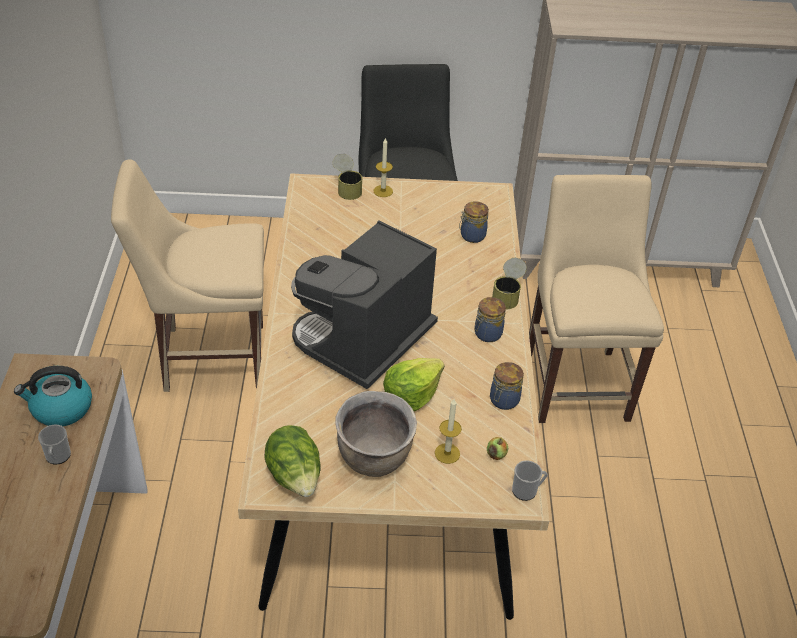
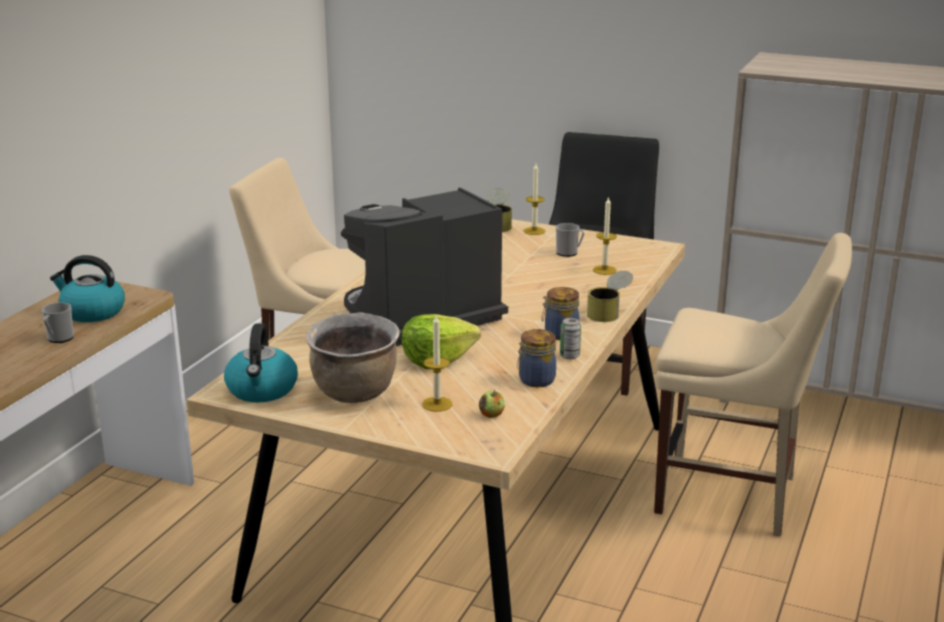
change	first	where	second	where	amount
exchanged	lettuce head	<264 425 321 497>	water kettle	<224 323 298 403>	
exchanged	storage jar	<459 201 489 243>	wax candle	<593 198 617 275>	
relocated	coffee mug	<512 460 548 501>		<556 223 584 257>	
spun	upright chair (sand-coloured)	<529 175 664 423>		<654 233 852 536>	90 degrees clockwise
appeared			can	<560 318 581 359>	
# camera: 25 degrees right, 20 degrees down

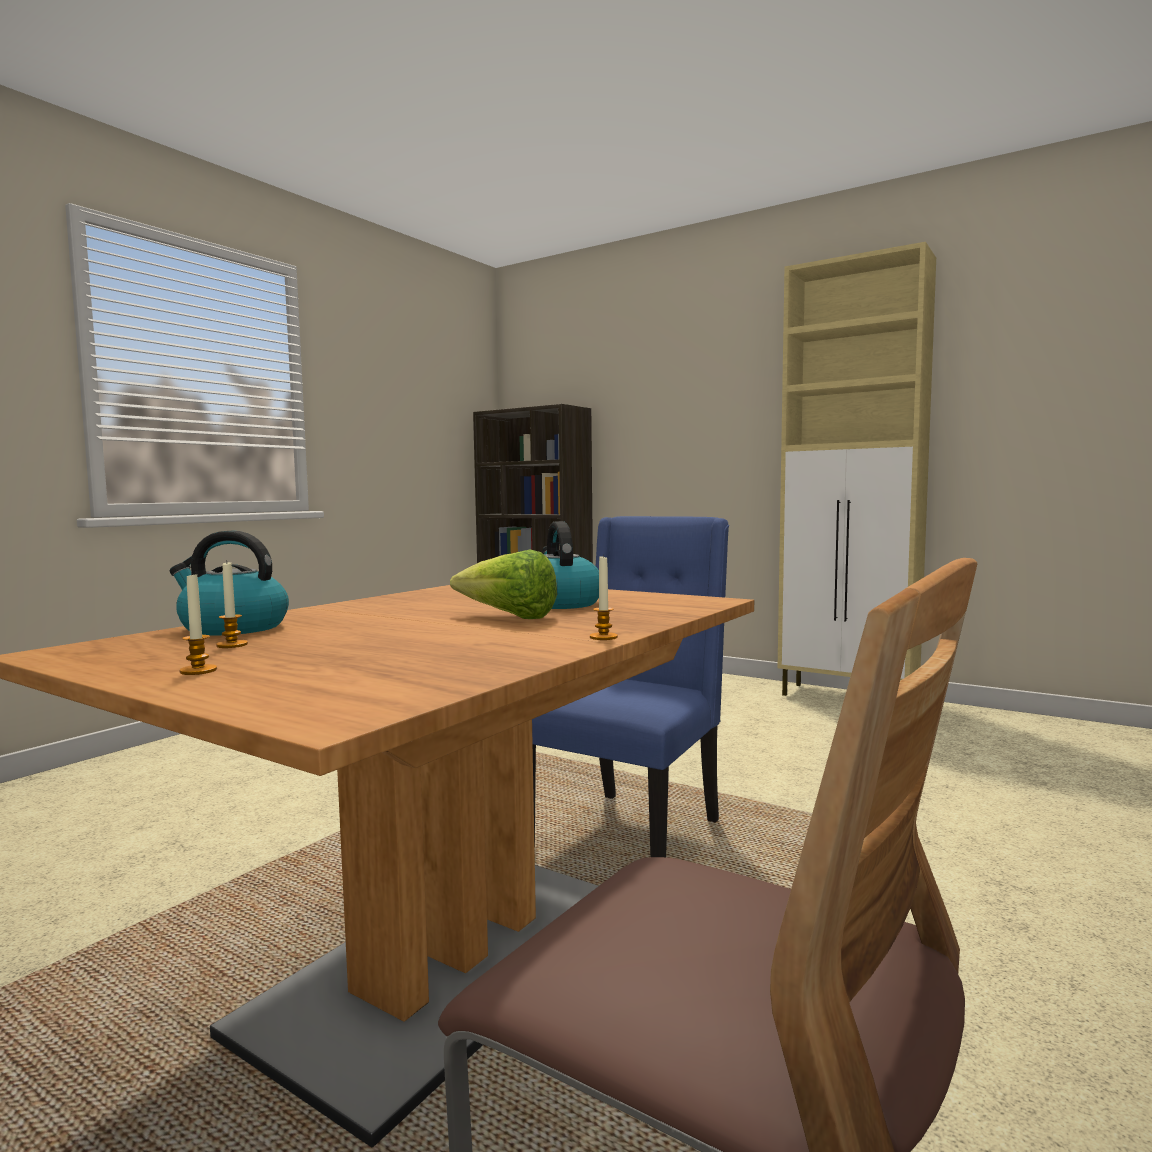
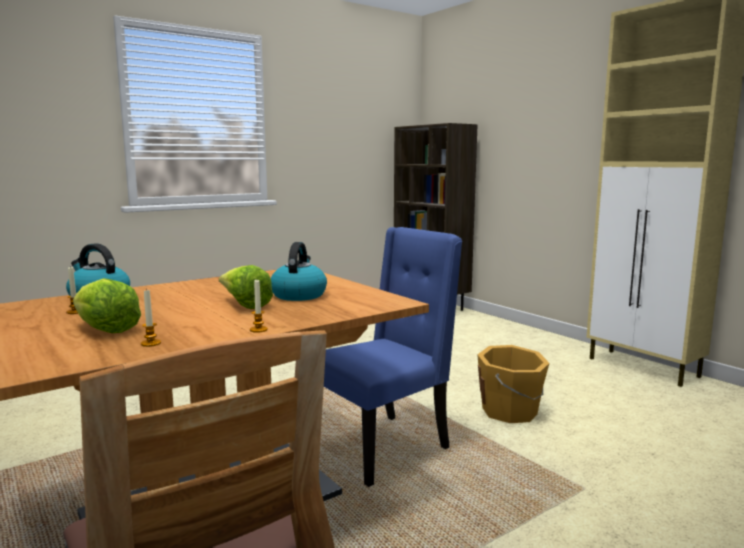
change	first	where	second	where	amount
relocated	wax candle	<179 571 217 675>		<141 288 161 347>	
appeared			lettuce head	<73 278 141 333>	
appeared			bucket (orange-coloured)	<477 345 549 423>	
# camera: 20 degrees right, 5 degrees up

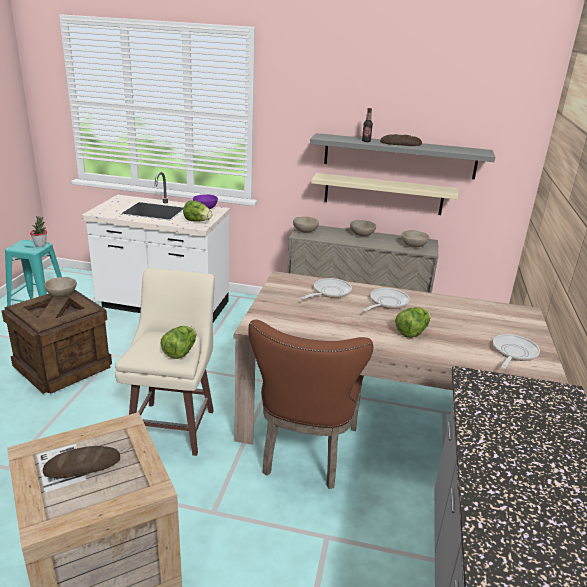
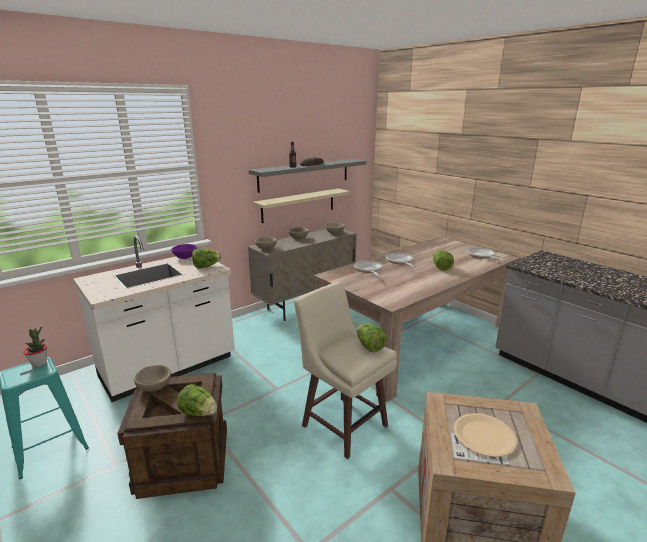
change	first	where	second	where	amount
exchanged	baked bread	<43 446 120 478>	flat dish (sand-coloured)	<454 413 517 457>	
missing	upright chair (brown-coloured)	<248 320 373 489>			
appeared			lettuce head	<177 384 217 416>	
# camera: 50 degrees left, 5 degrees down

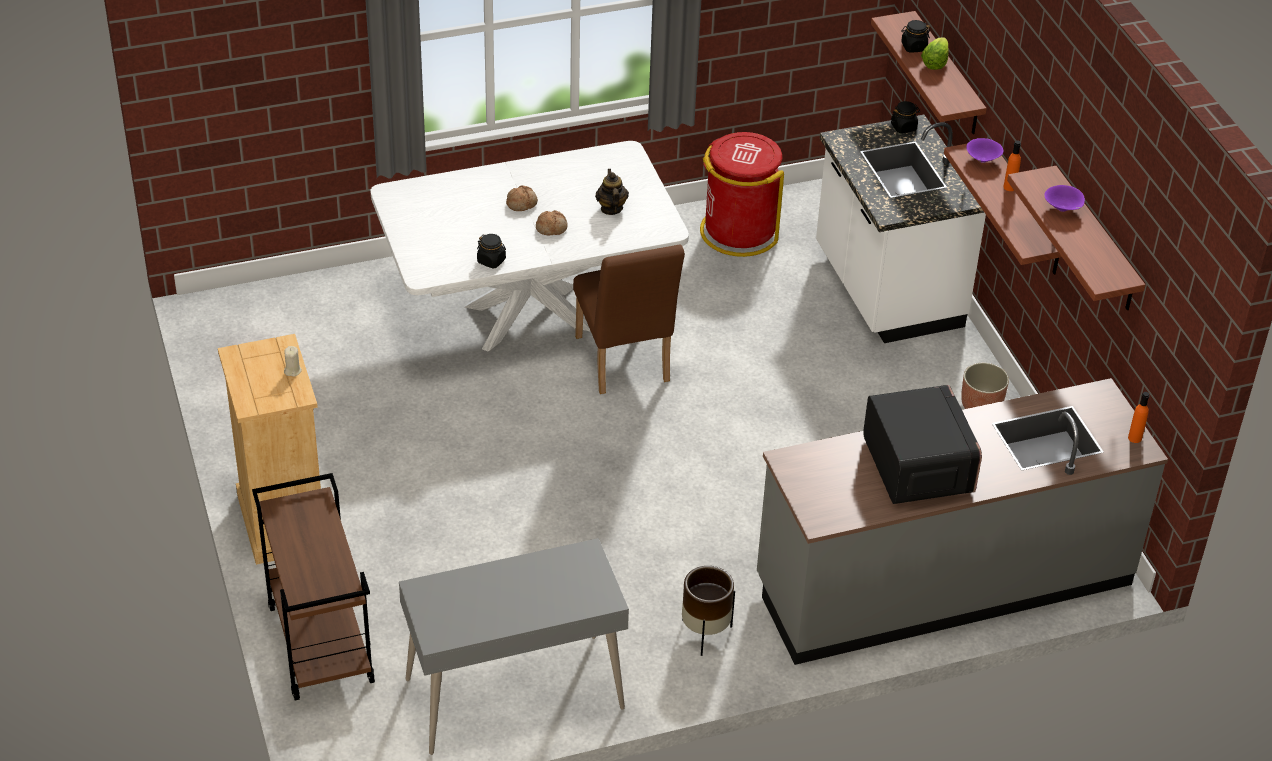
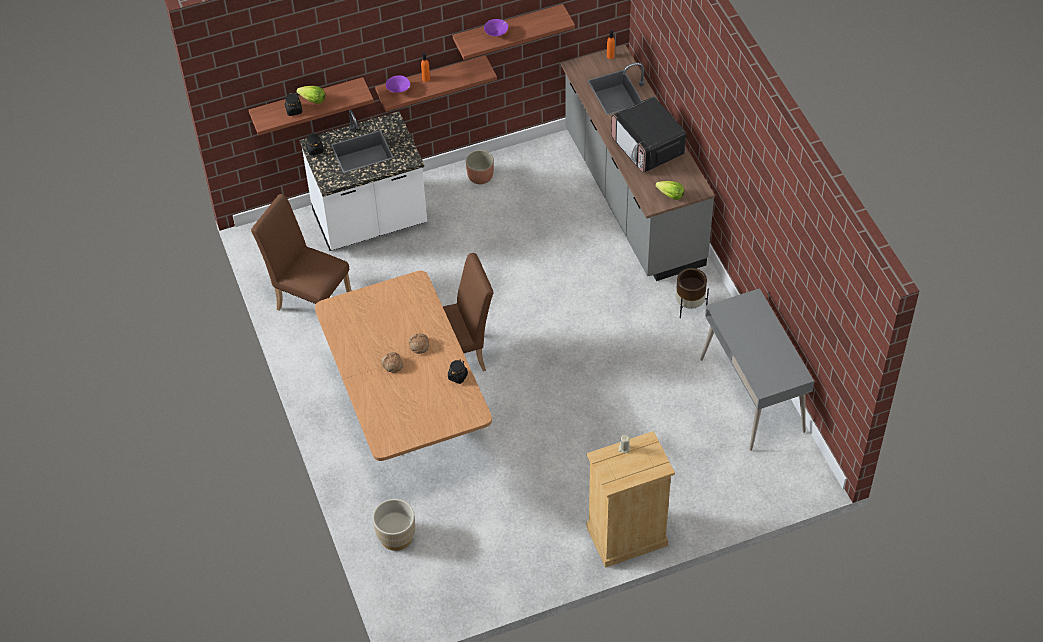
change	first	where	second	where	amount
missing	cart (brown-coloured)	<252 473 375 701>			
colour	dinner table (white)	<370 141 689 352>	dinner table (brown-coloured)	<315 271 492 461>	
missing	tea pot	<595 169 629 215>			
exchanged	waste bin (red-coloured)	<700 132 784 257>	upright chair (brown-coloured)	<251 194 351 310>	
spun	microwave oven	<863 385 982 504>		<611 96 686 173>	105 degrees counterclockwise
appeared			planter (sand-coloured)	<373 499 415 551>	
appeared			lettuce head	<655 181 684 200>	
# camera: 90 degrees left, 10 degrees up

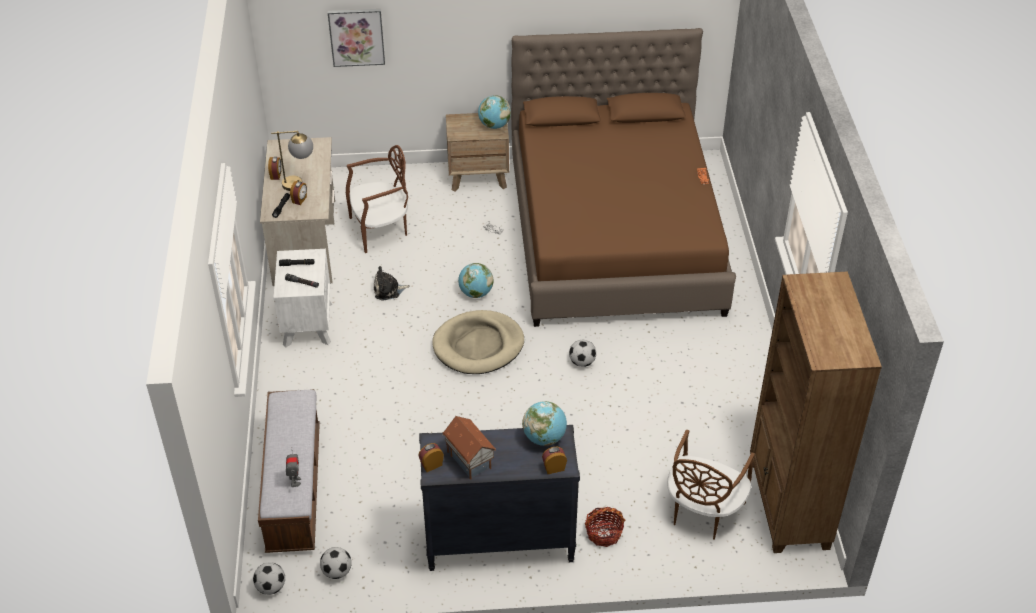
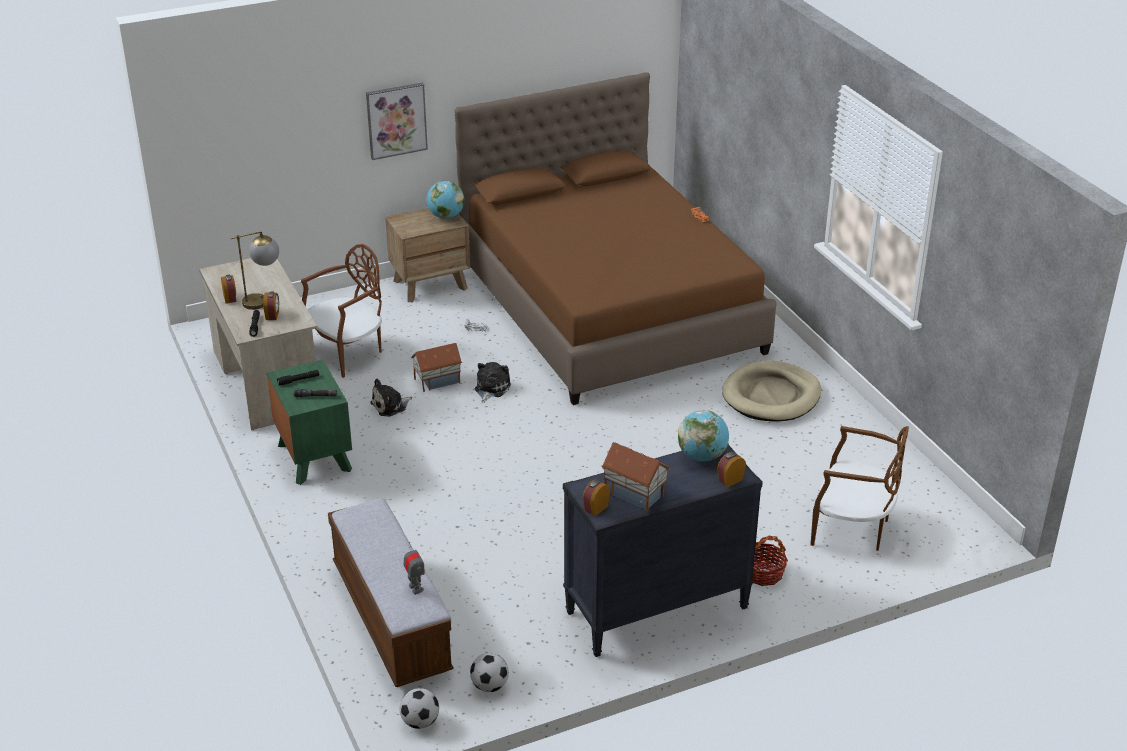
change	first	where	second	where	amount
colour	nightstand (white)	<273 249 332 348>	nightstand (green)	<267 360 352 485>	
relocated	picture	<328 9 385 67>		<366 82 428 160>	
relocated	dog bed (sand-coloured)	<432 310 524 374>		<722 360 821 422>	
exchanged	desk globe	<458 263 493 298>	plush toy	<475 362 511 403>	
missing	football	<569 340 596 367>			
spun	upright chair (brown-coloured)	<667 430 755 540>		<811 426 909 551>	75 degrees counterclockwise
missing	bookcase (brown-coloured)	<750 271 882 553>			
appeared			model house	<411 343 462 392>	
# camera: 20 degrees left, 10 degrees down

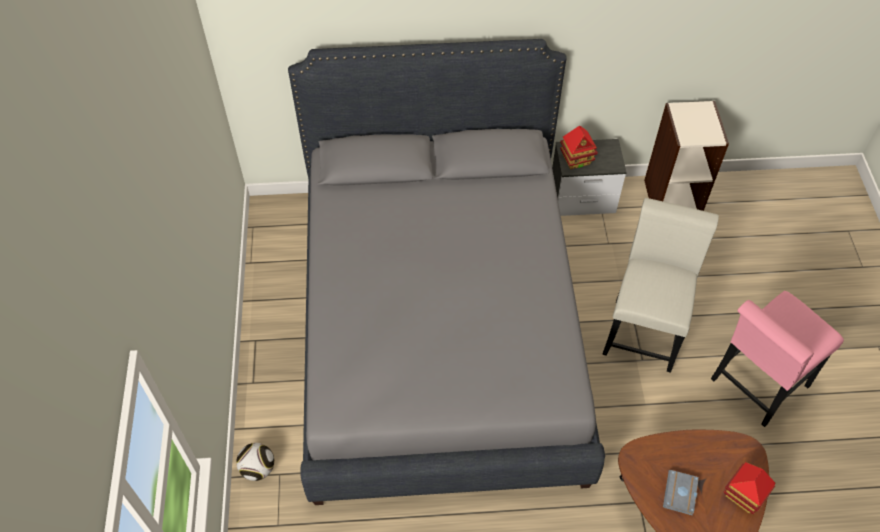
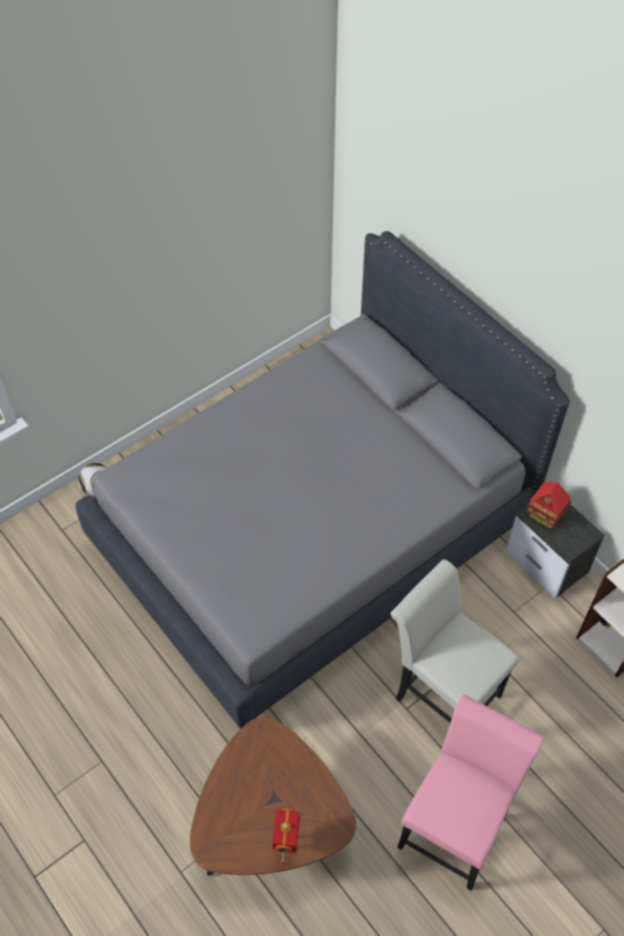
change	first	where	second	where	amount
spun	upright chair (white)	<602 198 719 373>		<390 559 520 723>	120 degrees counterclockwise
missing	volume (grey)	<663 470 699 515>			
spun	upright chair (pink)	<711 291 844 427>		<397 695 544 890>	105 degrees clockwise
exchanged	model house	<723 462 776 515>	model robot	<272 807 300 865>	
# camera: 55 degrees right, 0 degrees up

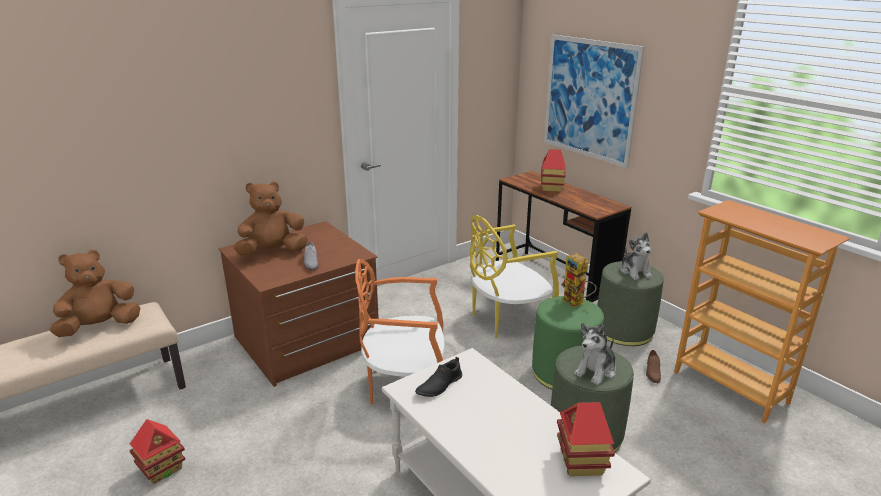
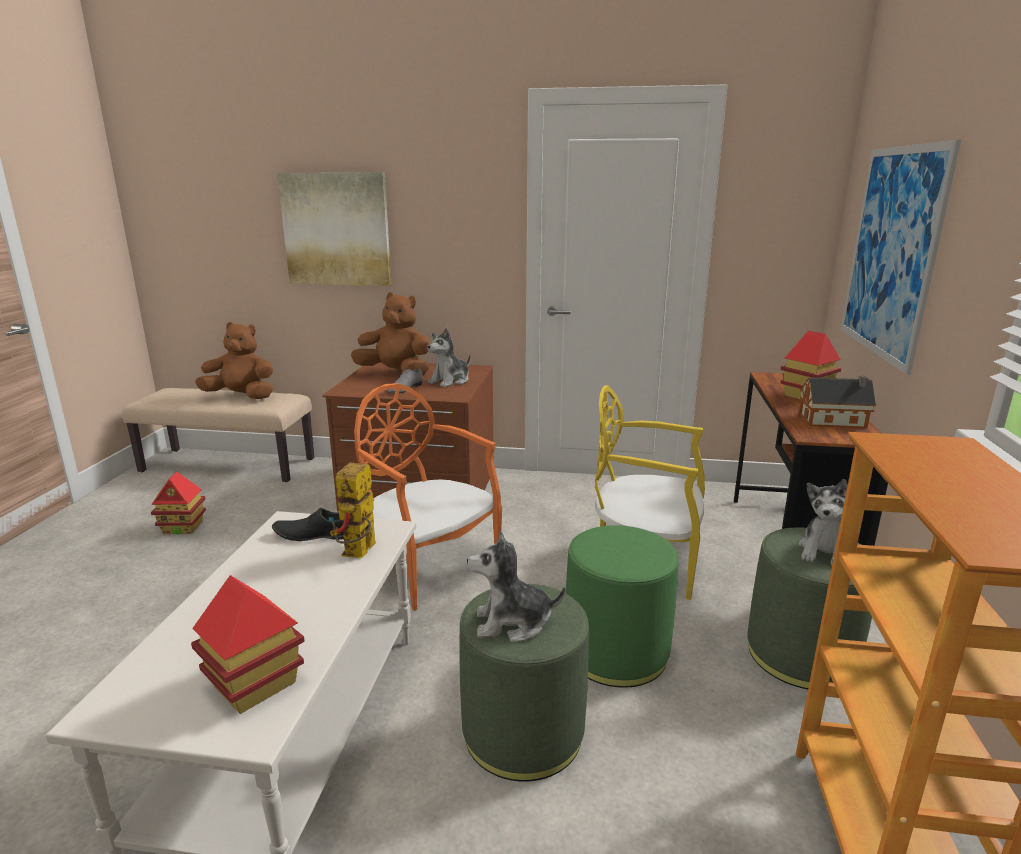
change	first	where	second	where	amount
relocated	model robot	<561 253 597 307>		<329 462 376 558>	
missing	shoe (brown-coloured)	<646 350 661 383>			
appeared			picture	<277 173 392 286>	
appeared			plush toy	<427 328 470 387>	
appeared			model house	<799 375 876 428>	
# camera: 45 degrees right, 5 degrees down

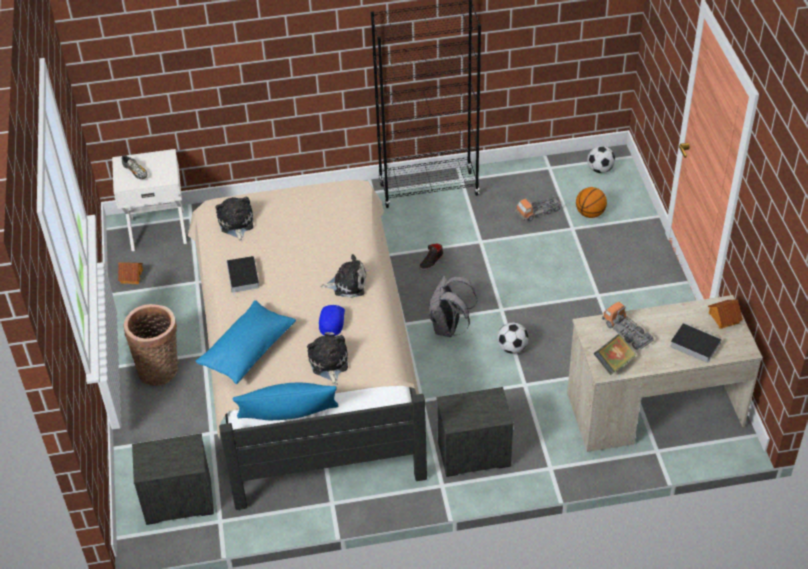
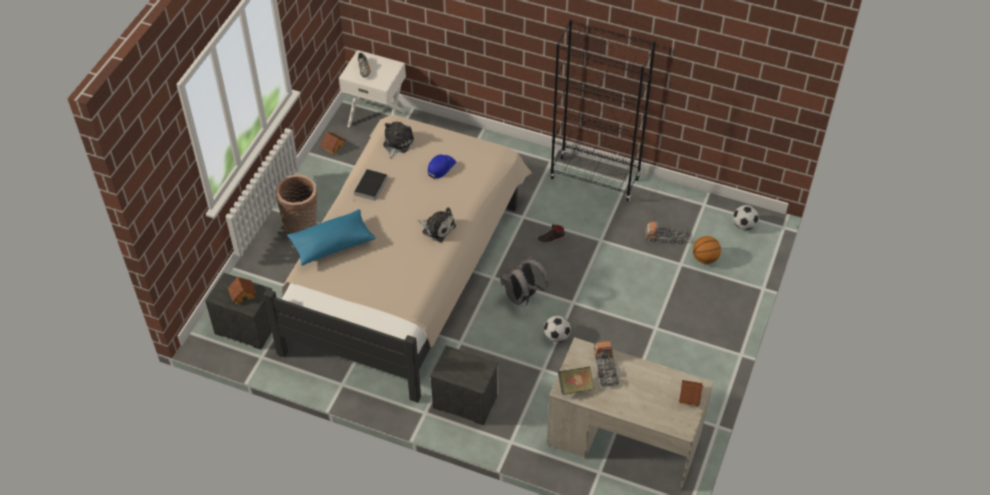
change	first	where	second	where	amount
missing	throw pillow (bluish)	<232 383 339 420>			
missing	plush toy	<307 335 348 385>			
relocated	cap (bluish)	<319 305 345 336>		<428 155 456 178>	
missing	volume	<670 323 721 363>			
appeared			model house	<228 277 256 304>	
# camera: 30 degrees right, 5 degrees up

